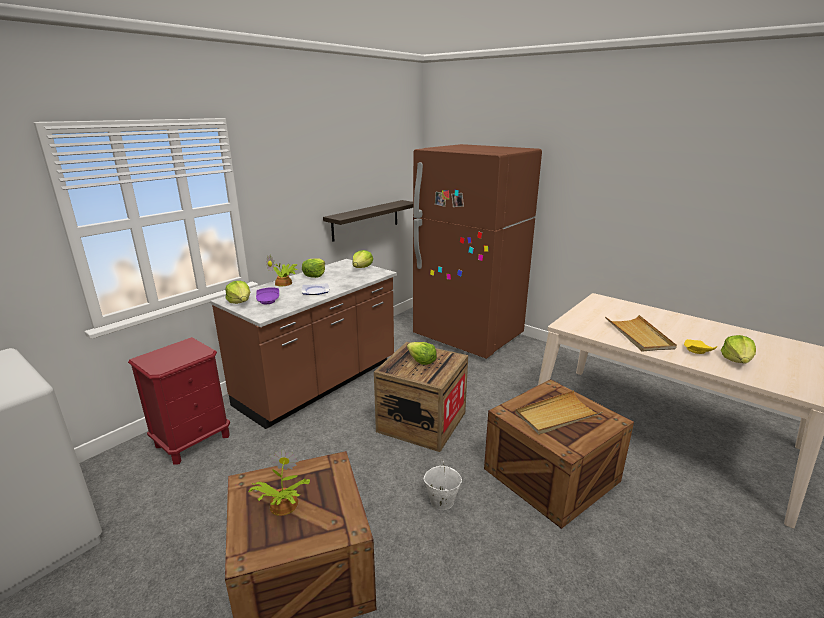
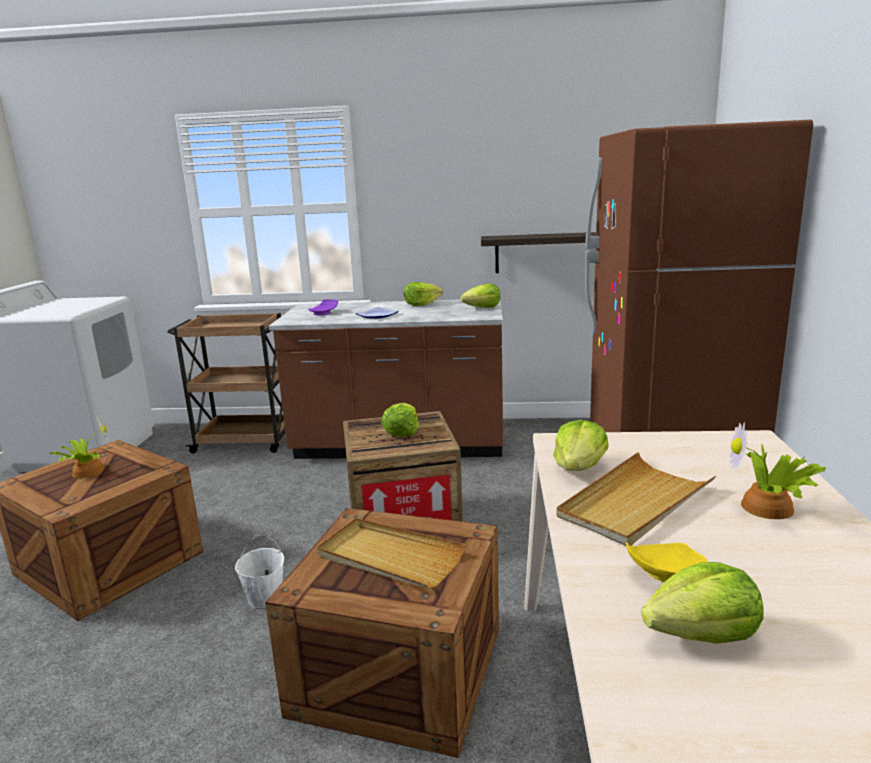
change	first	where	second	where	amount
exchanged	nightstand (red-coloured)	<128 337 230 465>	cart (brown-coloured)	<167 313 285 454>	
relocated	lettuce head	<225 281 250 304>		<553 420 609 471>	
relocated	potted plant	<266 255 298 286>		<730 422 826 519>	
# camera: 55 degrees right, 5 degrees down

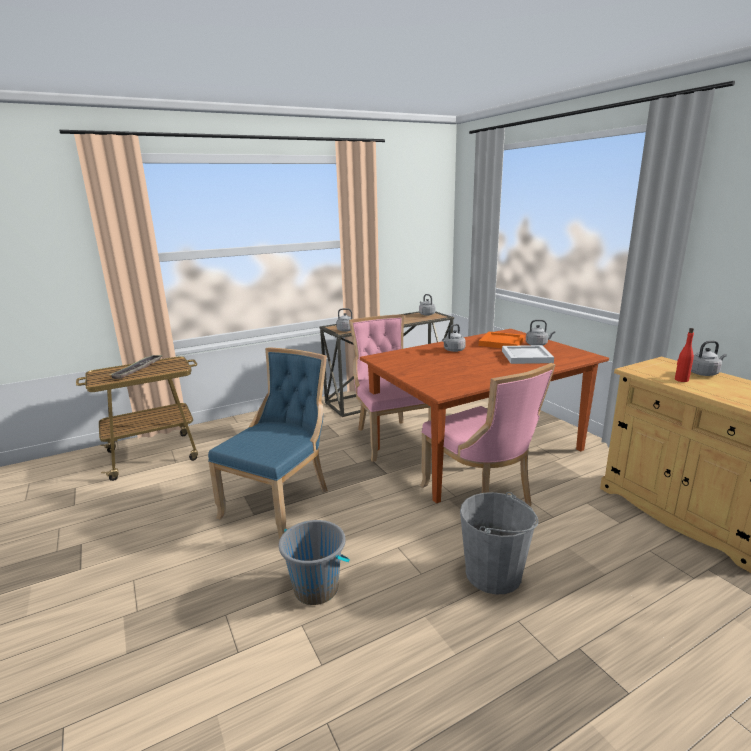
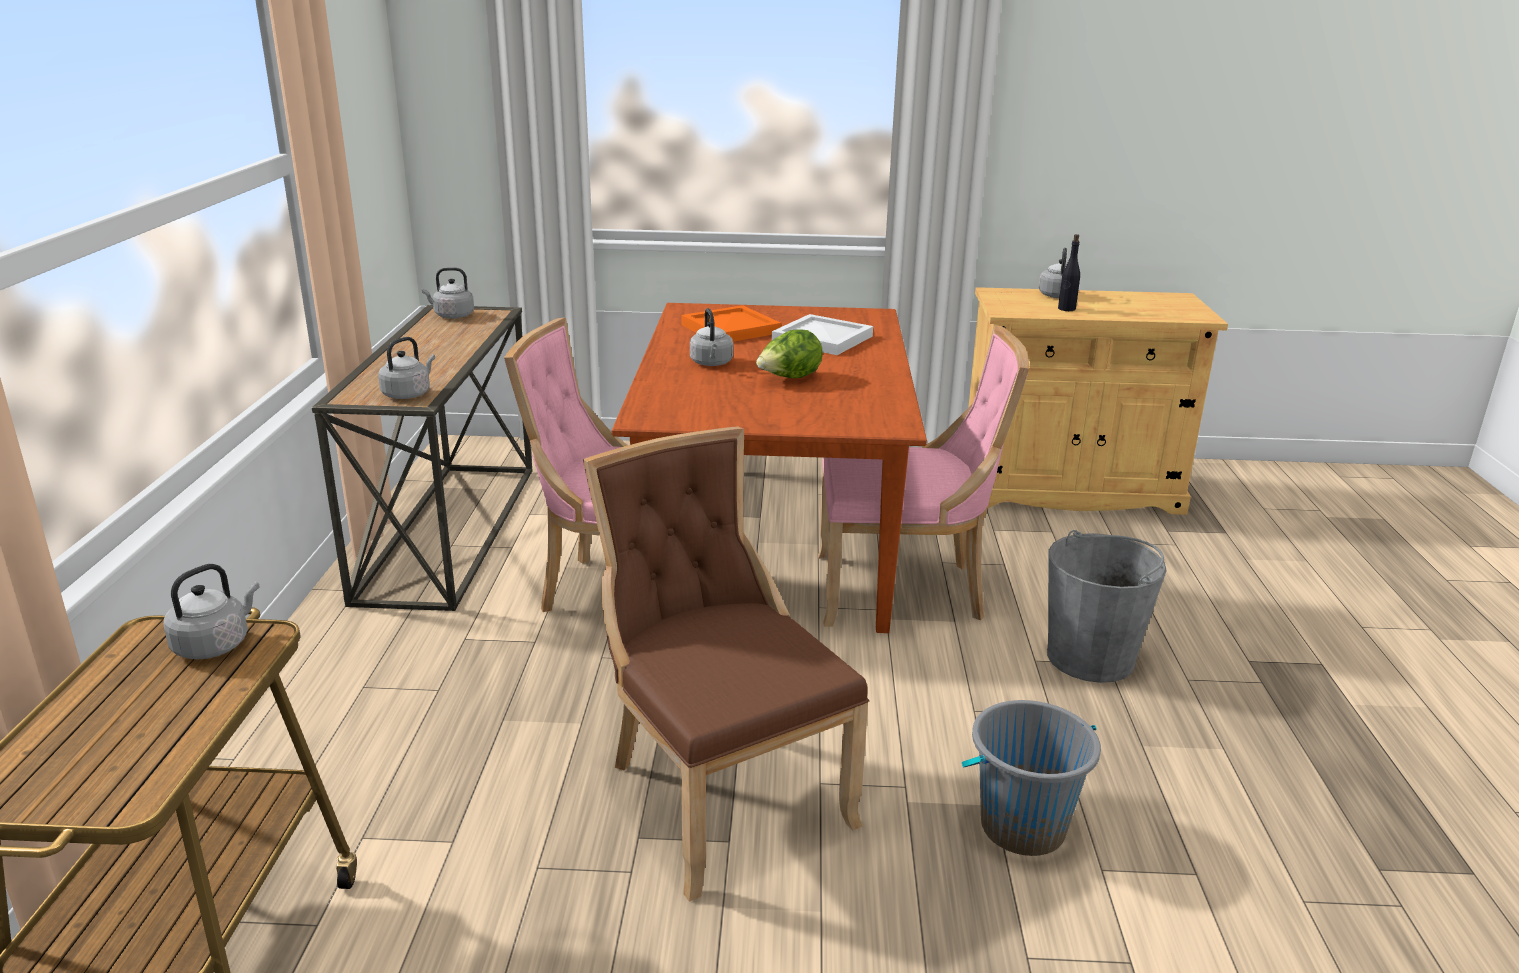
change	first	where	second	where	amount
missing	tray	<109 355 163 379>			
colour	upright chair (bluish)	<208 348 328 540>	upright chair (brown-coloured)	<583 427 869 902>	
relocated	water kettle (grey)	<526 320 555 346>		<163 564 260 659>	
colour	drink bottle (red-coloured)	<675 328 694 382>	drink bottle (blackish)	<1058 234 1080 311>	
appeared			lettuce head	<756 329 823 378>	
# camera: 60 degrees left, 5 degrees up

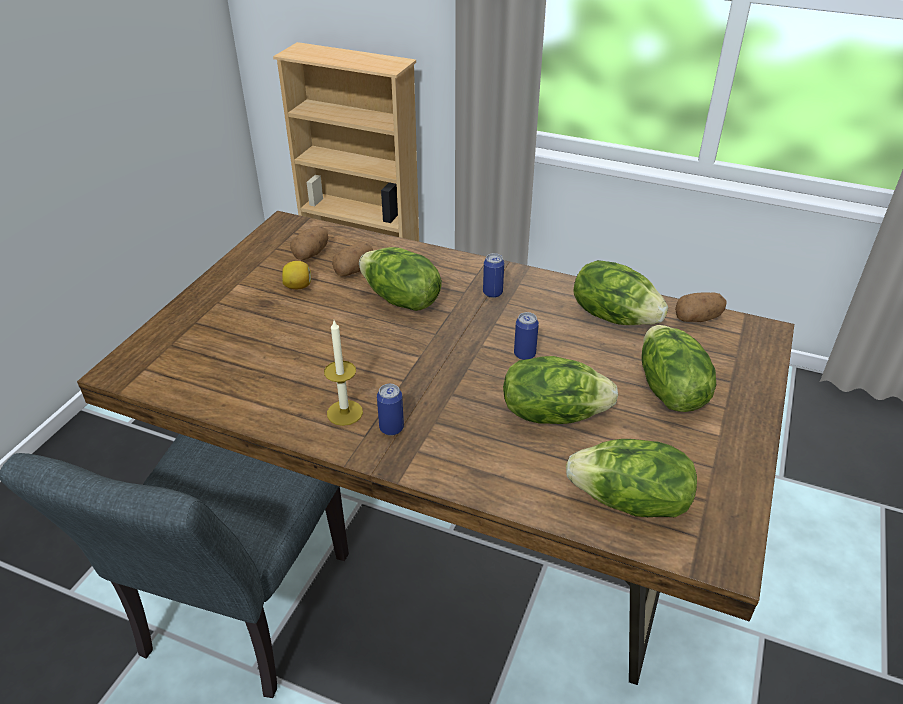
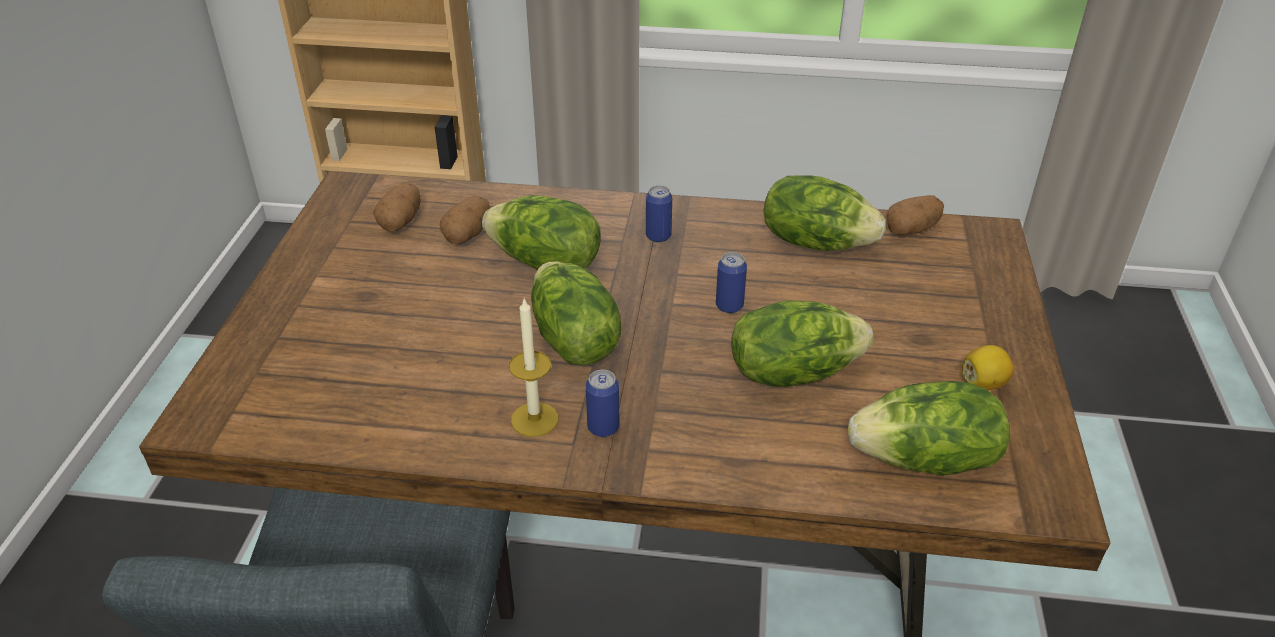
change	first	where	second	where	amount
relocated	lemon	<282 261 311 289>		<962 345 1014 390>	
relocated	lettuce head	<642 325 716 412>		<531 262 621 365>	
# camera: 15 degrees left, 0 degrees up

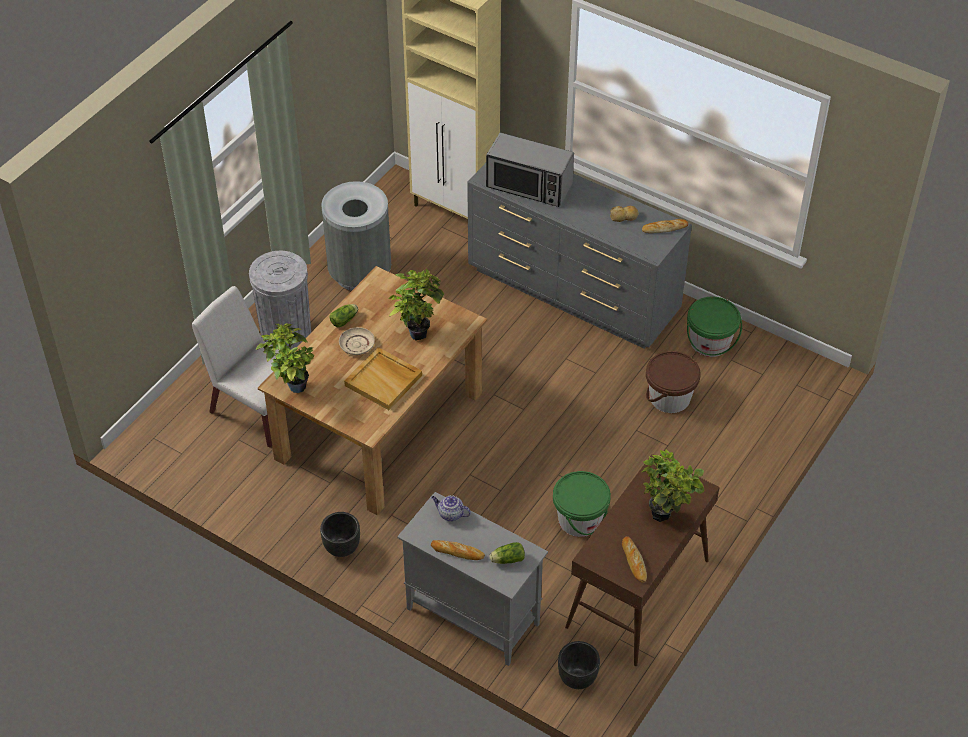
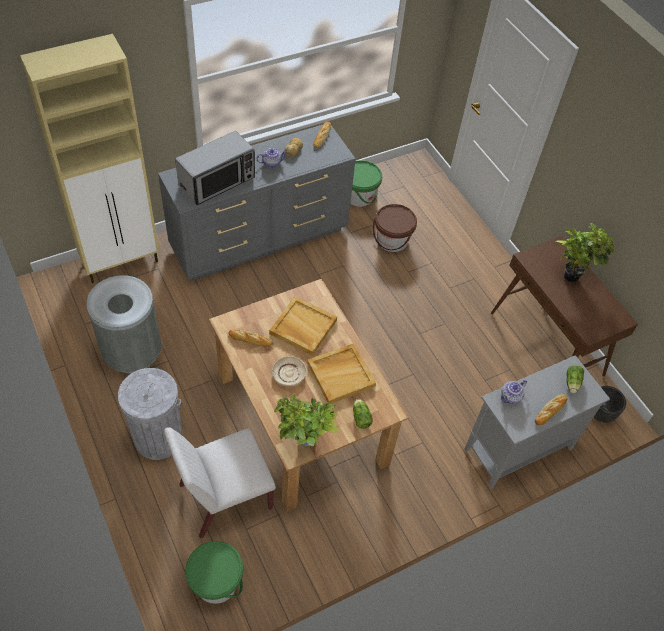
change	first	where	second	where	amount
missing	planter (blackish)	<320 512 360 557>			
relocated	lettuce head	<330 304 358 327>		<353 399 373 429>	
exchanged	potted plant	<389 269 444 340>	tray (sand-coloured)	<269 296 337 356>	
relocated	bucket (green)	<553 471 611 537>		<185 541 243 604>	
relocated	baked bread	<622 536 647 583>		<228 330 274 347>	
appeared			tea pot	<256 148 287 168>	
# camera: 65 degrees left, 5 degrees up

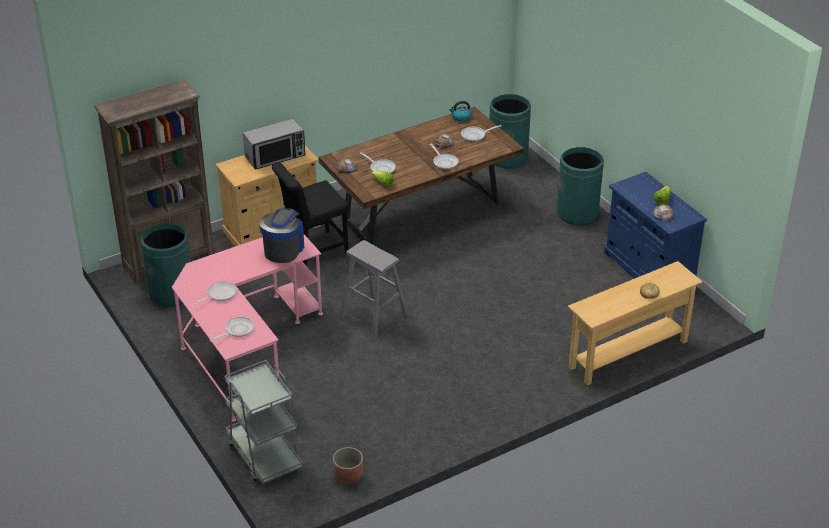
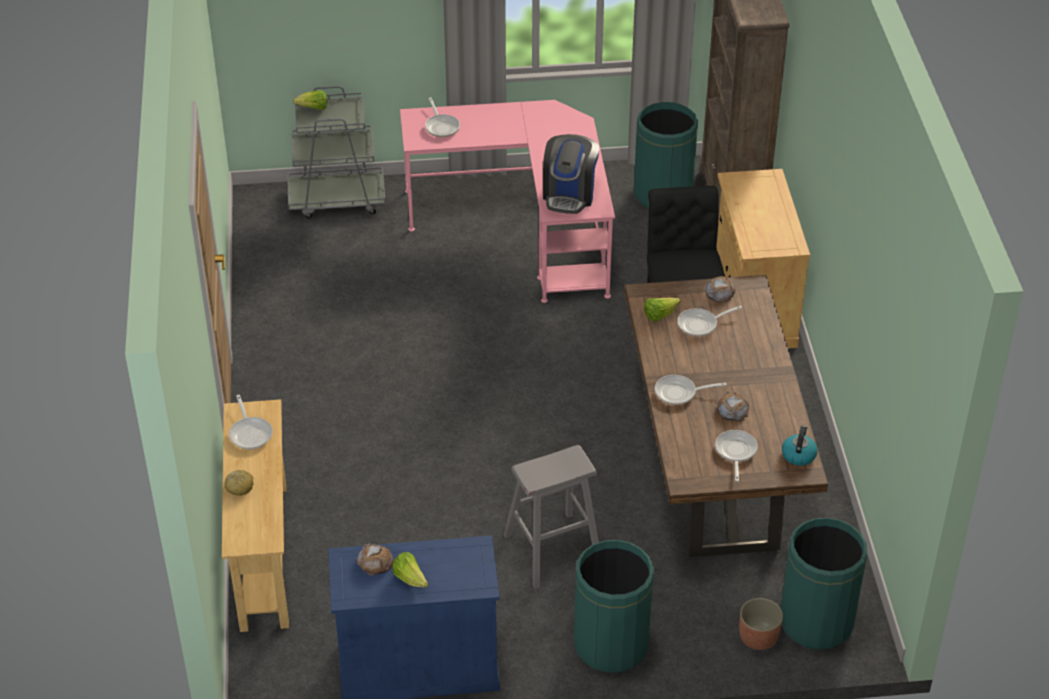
change	first	where	second	where	amount
relocated	pan	<193 281 237 305>		<229 395 273 449>	
missing	microwave oven	<243 119 305 170>			
spun	coffee brewer	<259 208 304 263>		<543 134 599 214>	60 degrees clockwise
relocated	planter	<333 447 363 484>		<739 598 783 650>	
relocated	stool seat (grey)	<339 240 408 338>		<503 445 599 589>	
appeared			lettuce head	<293 90 327 110>	
# camera: 115 degrees right, 5 degrees up

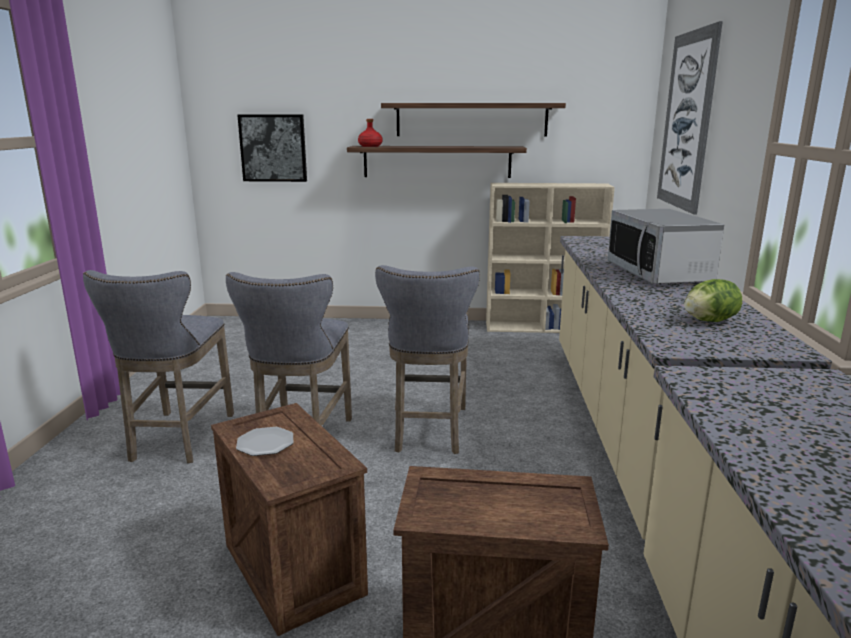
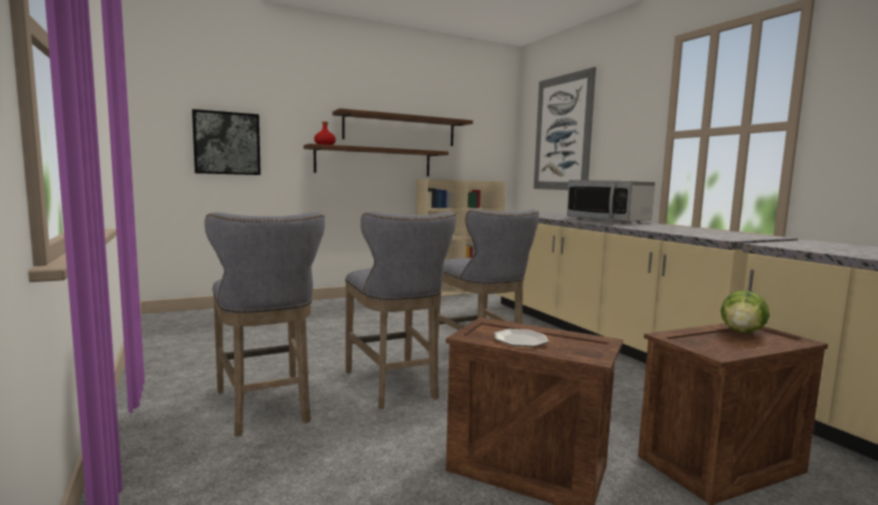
change	first	where	second	where	amount
relocated	lettuce head	<684 279 742 322>		<721 291 770 332>	
# camera: 30 degrees left, 10 degrees down

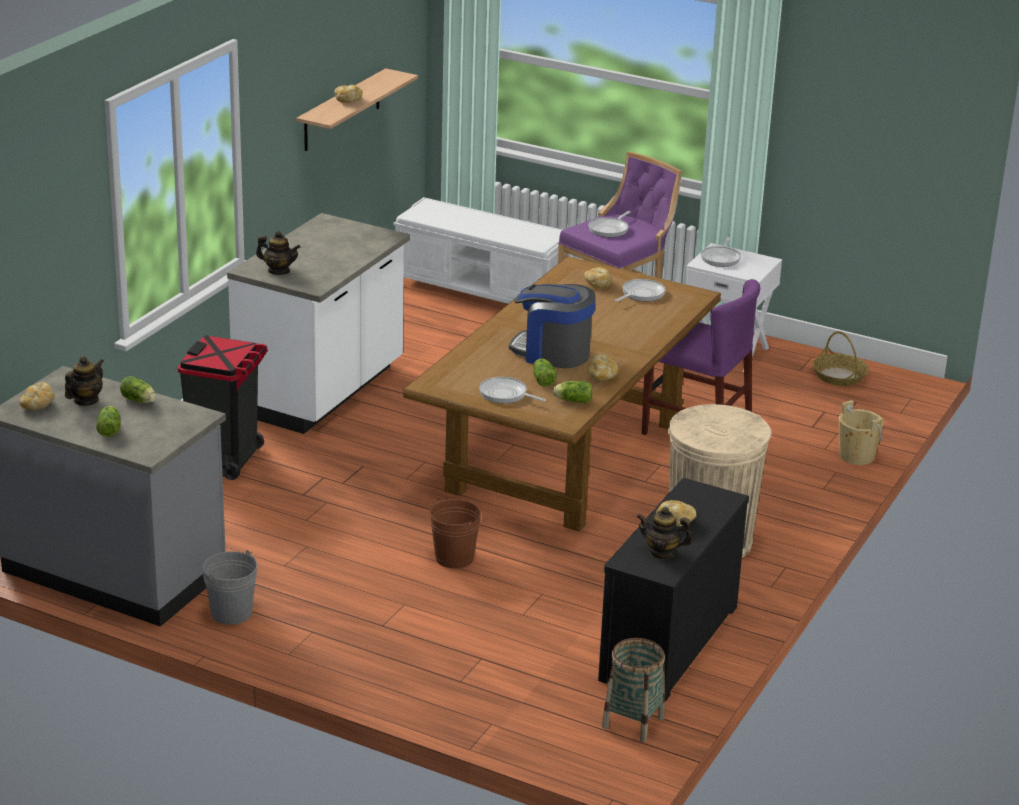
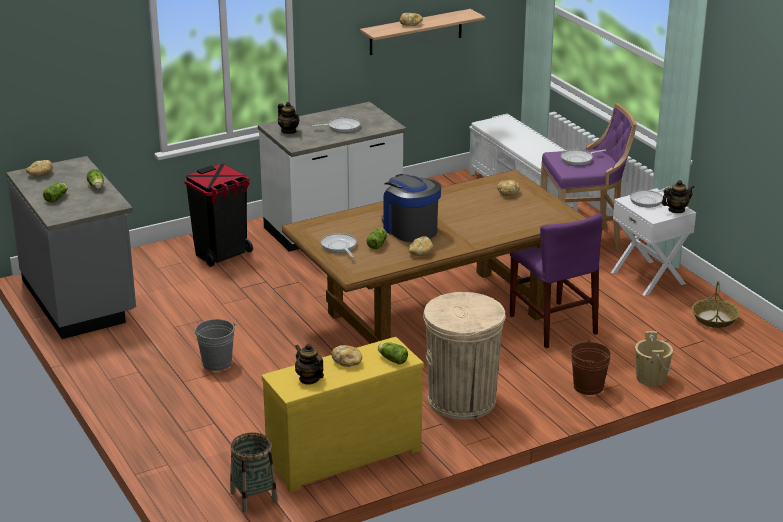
change	first	where	second	where	amount
relocated	tea pot	<65 356 103 406>		<662 180 694 213>	
relocated	bucket (grey)	<203 550 257 625>		<194 319 237 371>	
relocated	bucket (brown-coloured)	<429 497 481 568>		<571 339 611 395>	
relocated	lettuce head	<553 381 592 403>		<378 342 408 365>	
colour	chest of drawers (blackish)	<598 478 749 702>	chest of drawers (yellow-coloured)	<262 337 424 493>	
relocated	pan	<615 279 665 302>		<312 117 360 133>	
# camera: 35 degrees right, 0 degrees up

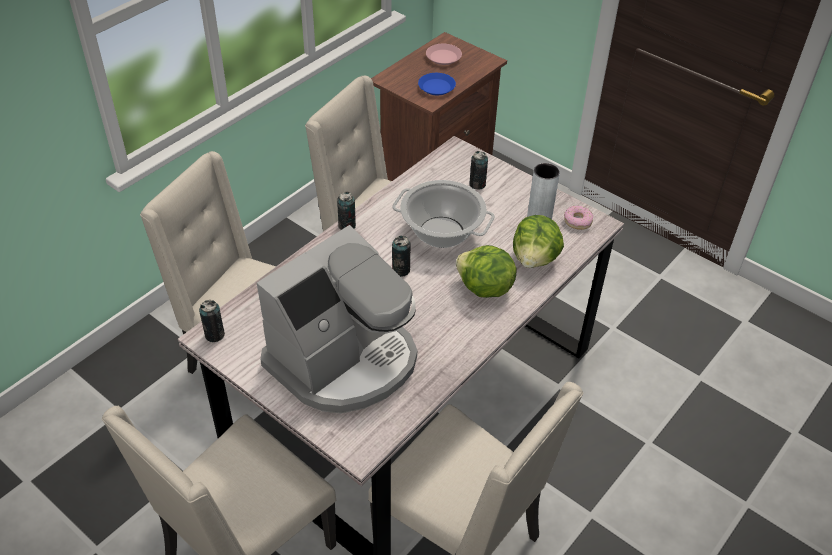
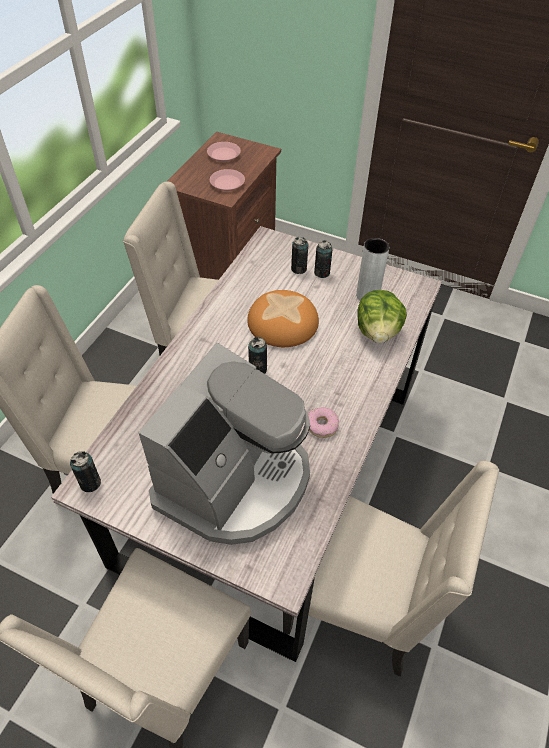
change	first	where	second	where	amount
relocated	can	<337 192 356 230>		<314 240 333 278>	
exchanged	saucepot	<392 180 495 248>	baked bread	<247 290 319 347>	
colour	flat dish (bluish)	<418 73 456 95>	flat dish (pink)	<210 169 245 191>	
missing	lettuce head	<456 245 517 298>			
relocated	doughnut	<564 206 593 230>		<308 407 339 438>	
# camera: 15 degrees left, 5 degrees up

